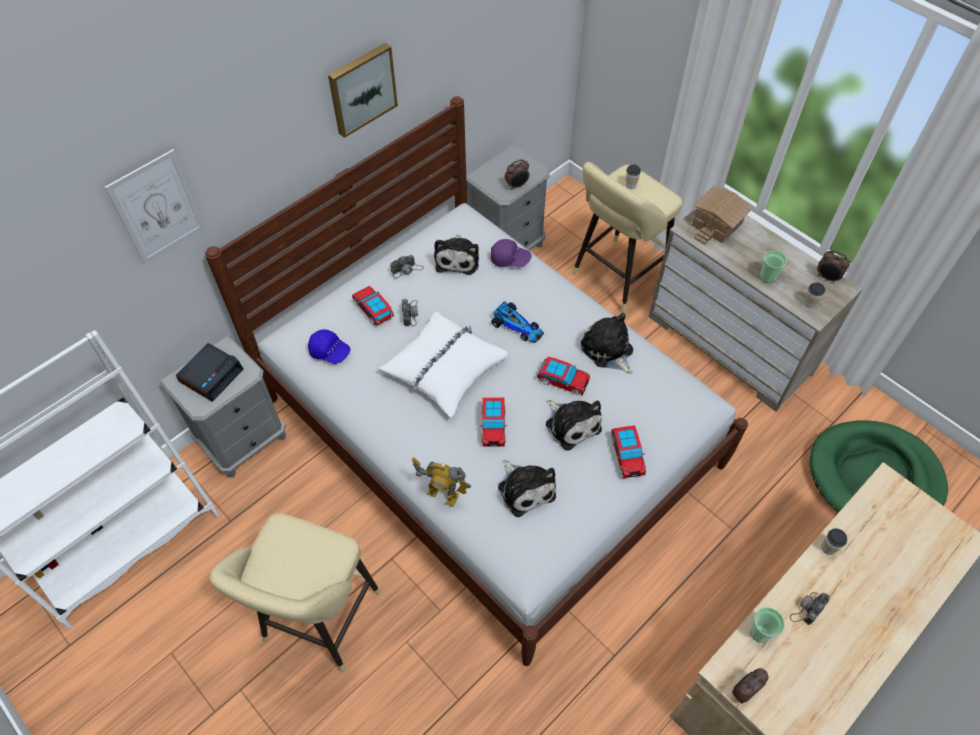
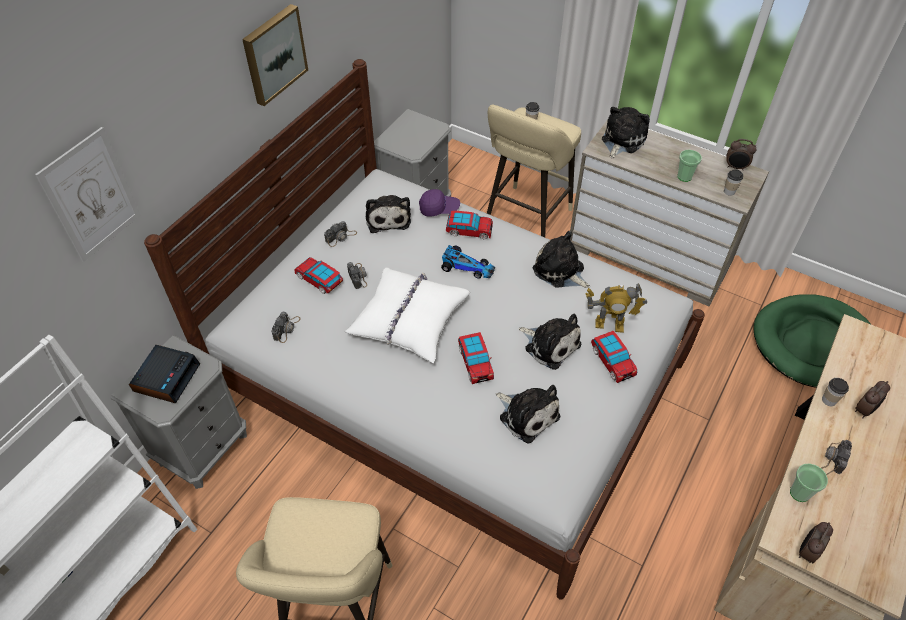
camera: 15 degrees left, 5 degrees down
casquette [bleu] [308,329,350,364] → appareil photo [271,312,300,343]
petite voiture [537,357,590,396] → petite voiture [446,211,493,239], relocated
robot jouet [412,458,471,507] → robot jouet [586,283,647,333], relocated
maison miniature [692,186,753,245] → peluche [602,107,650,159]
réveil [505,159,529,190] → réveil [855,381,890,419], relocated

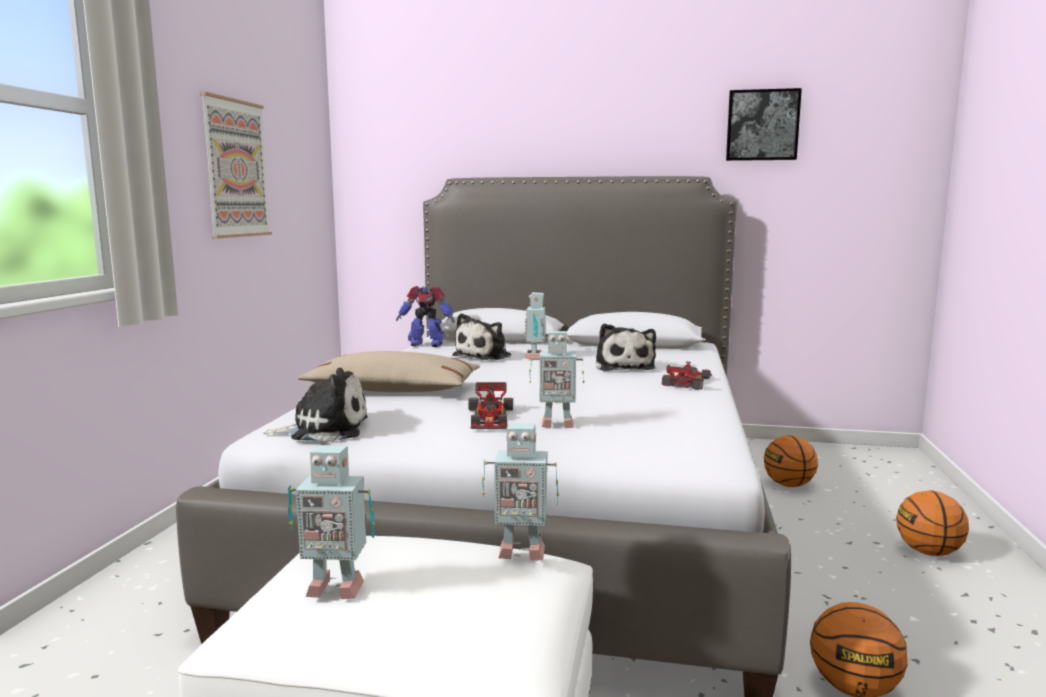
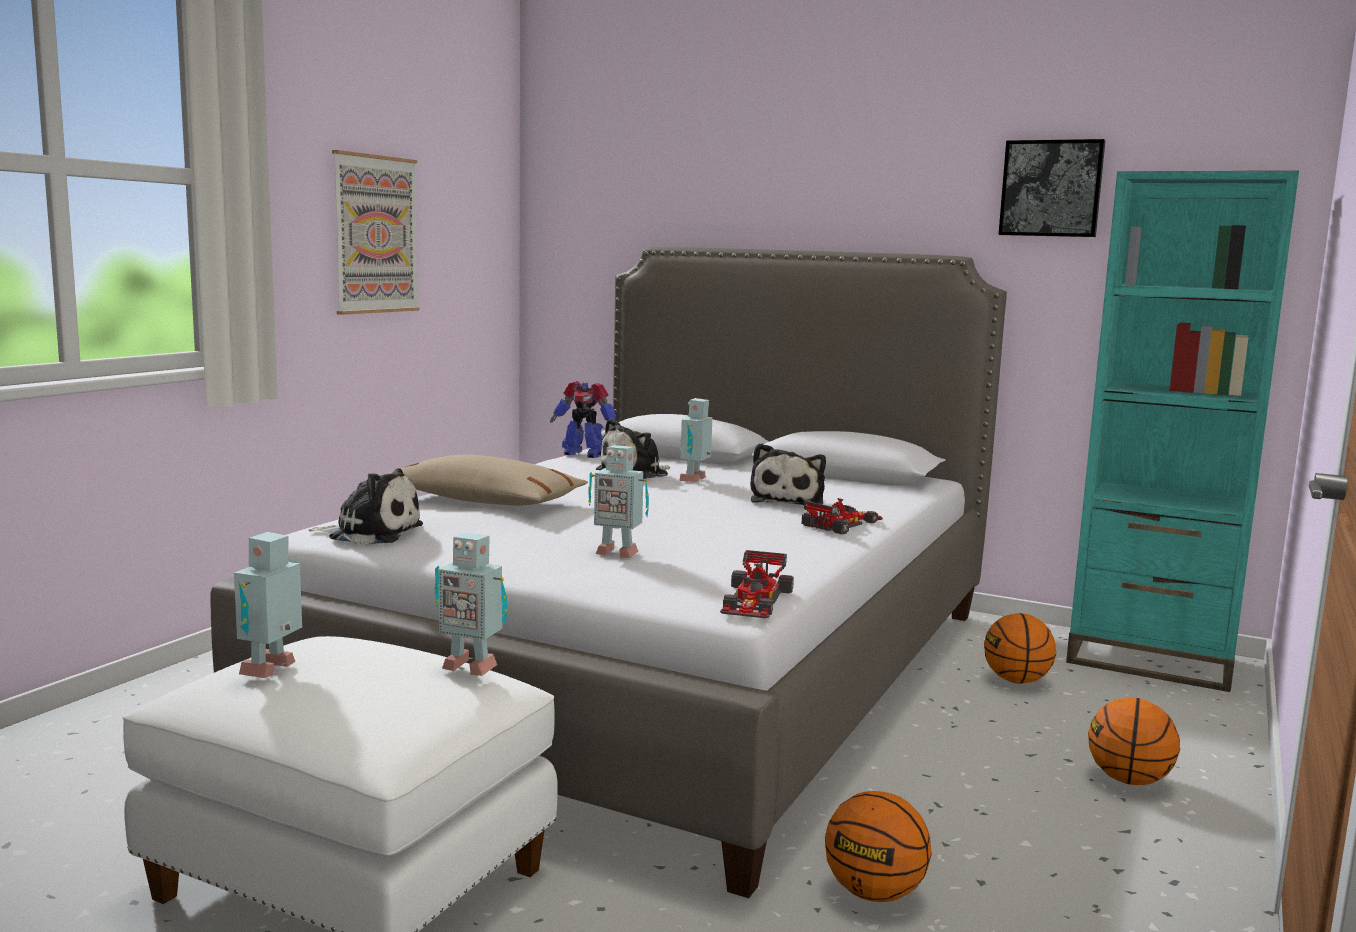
camera: 15 degrees right, 0 degrees up
robot jouet [288,445,375,599] → robot jouet [234,532,302,678], 90 degrees clockwise
petite voiture [468,382,513,429] → petite voiture [720,550,794,619], relocated
- → bibliothèque [turquoise] [1066,171,1299,692]

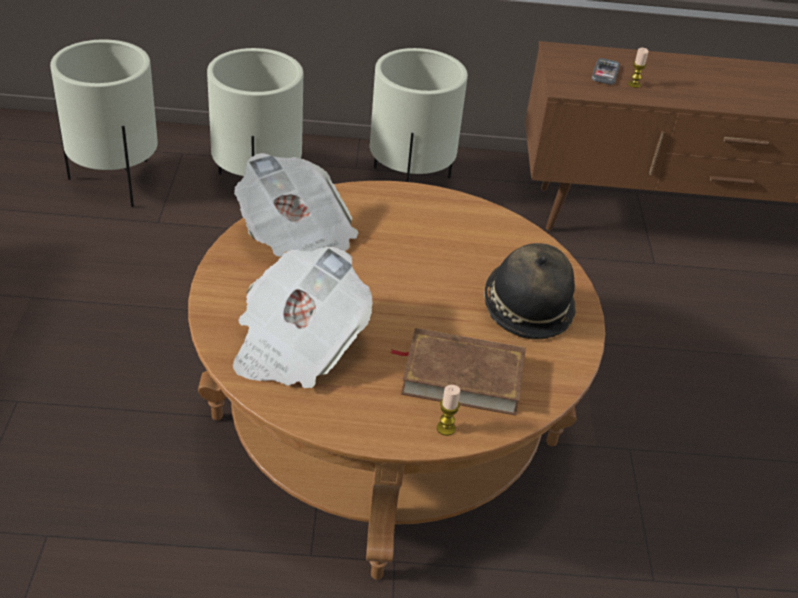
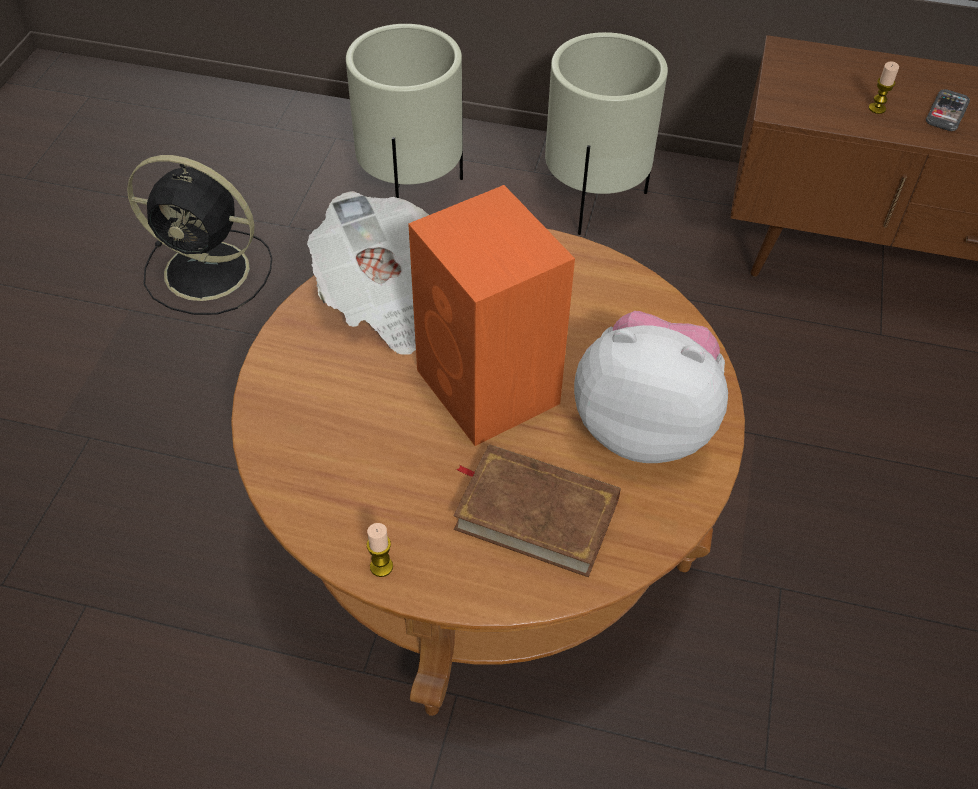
camera: 15 degrees right, 10 degrees up
- → ventilateur [noir] [127,155,272,315]
bougie [437,385,460,436] → bougie [367,523,393,577], relocated
- → enceinte [orange] [408,185,575,446]
chapeau [484,243,576,340] → peluche [574,311,728,463]
téléphone [592,58,620,85] → téléphone [926,89,970,131], relocated
cache-pot [beige] [50,39,158,207] → -
journal [233,247,372,388] → -

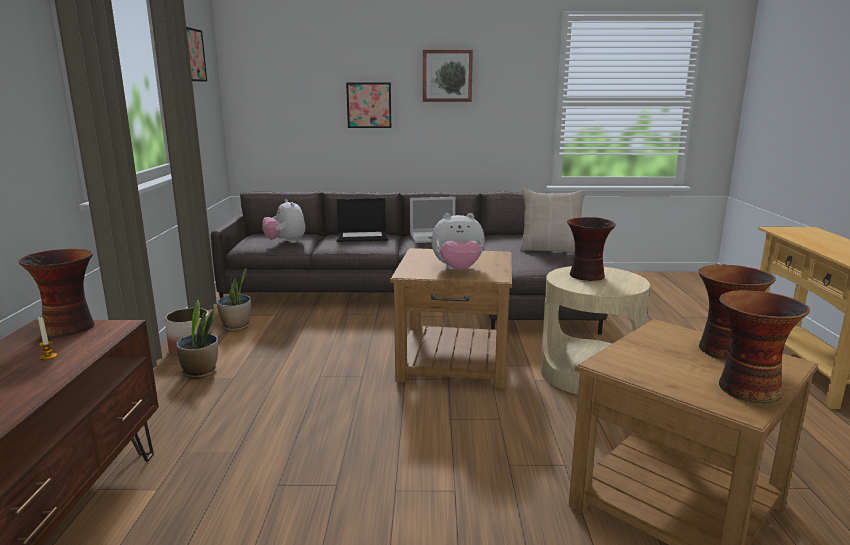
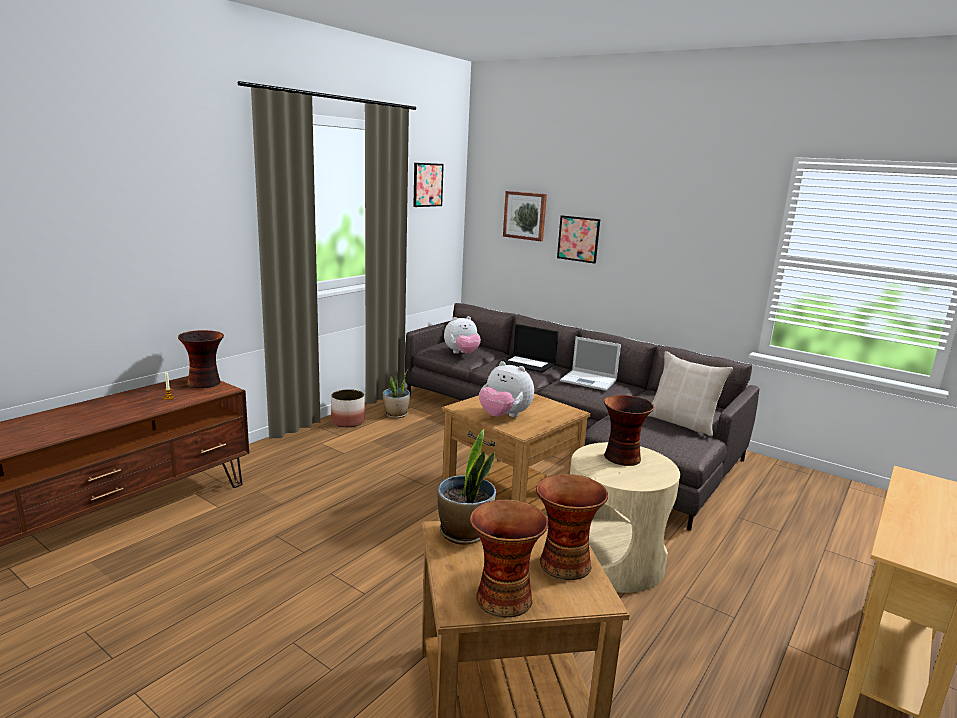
camera: 35 degrees right, 0 degrees up
plante en pot [176,300,218,379] → plante en pot [438,429,496,545], relocated
peluche [262,199,305,243] → peluche [444,316,481,354], 120 degrees counterclockwise
tableau [423,50,473,102] → tableau [503,191,547,241], relocated

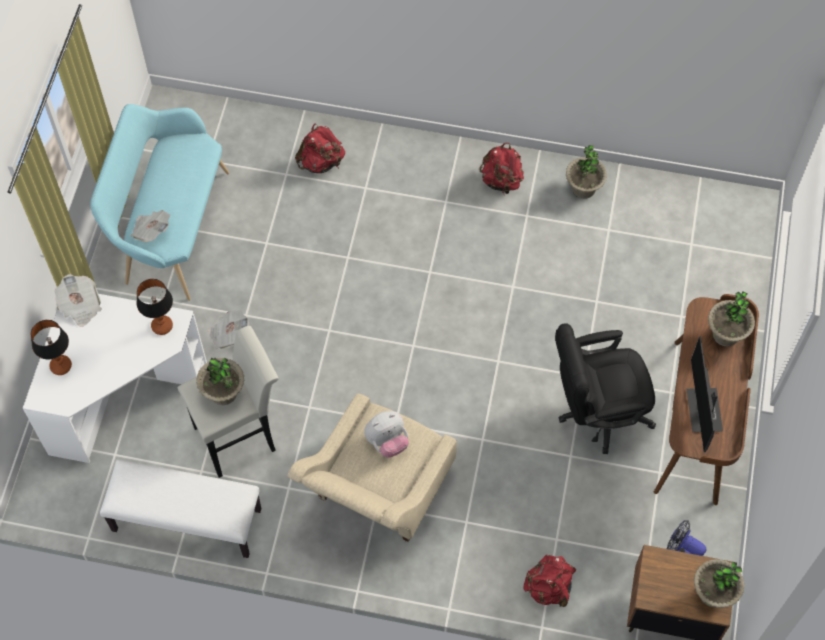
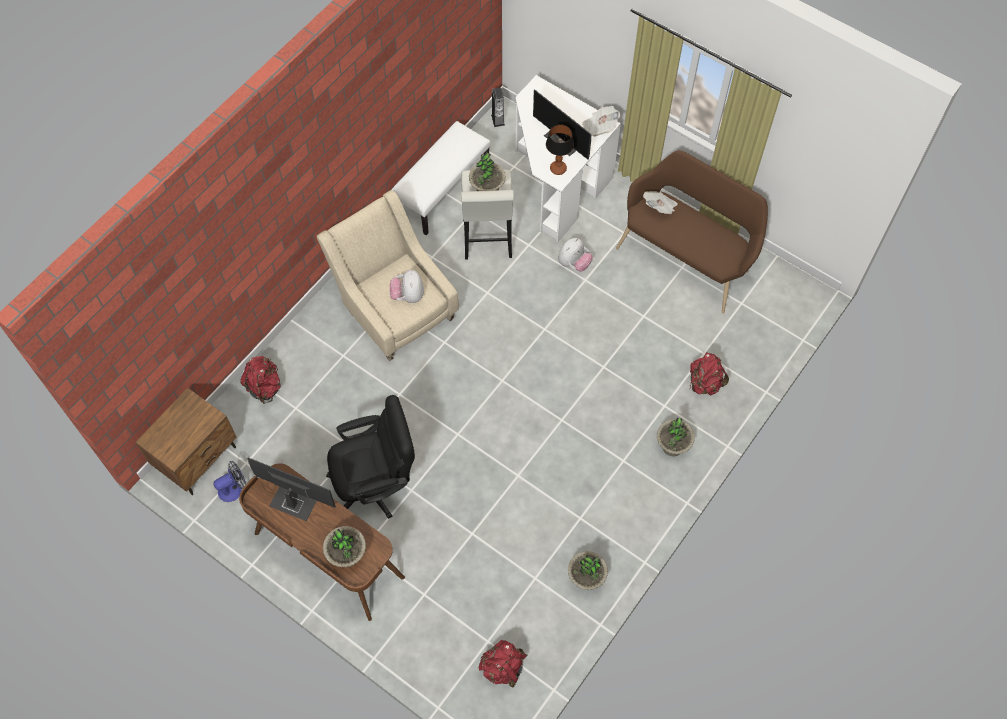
camera: 115 degrees right, 0 degrees up
chaise de bureau [noir] [555,323,656,454] → chaise de bureau [noir] [326,395,415,519], 60 degrees clockwise
sac à dos [rouge] [479,143,524,194] → sac à dos [rouge] [479,640,527,687], relocated
- → enceinte [491,88,505,127]
- → écran d'ordinateur [533,89,591,160]
journal [208,310,249,349] → peluche [558,238,593,272]
banc [turquoise] [90,104,229,301] → banc [marron] [616,150,768,314]
plante en pot [694,559,744,608] → plante en pot [657,418,695,456], relocated
lampe de table [31,320,72,375] → -

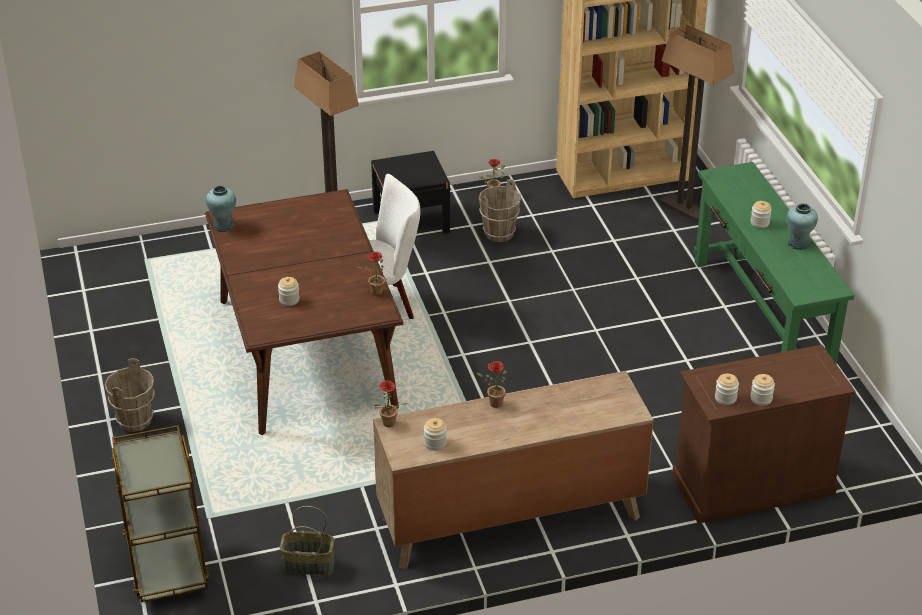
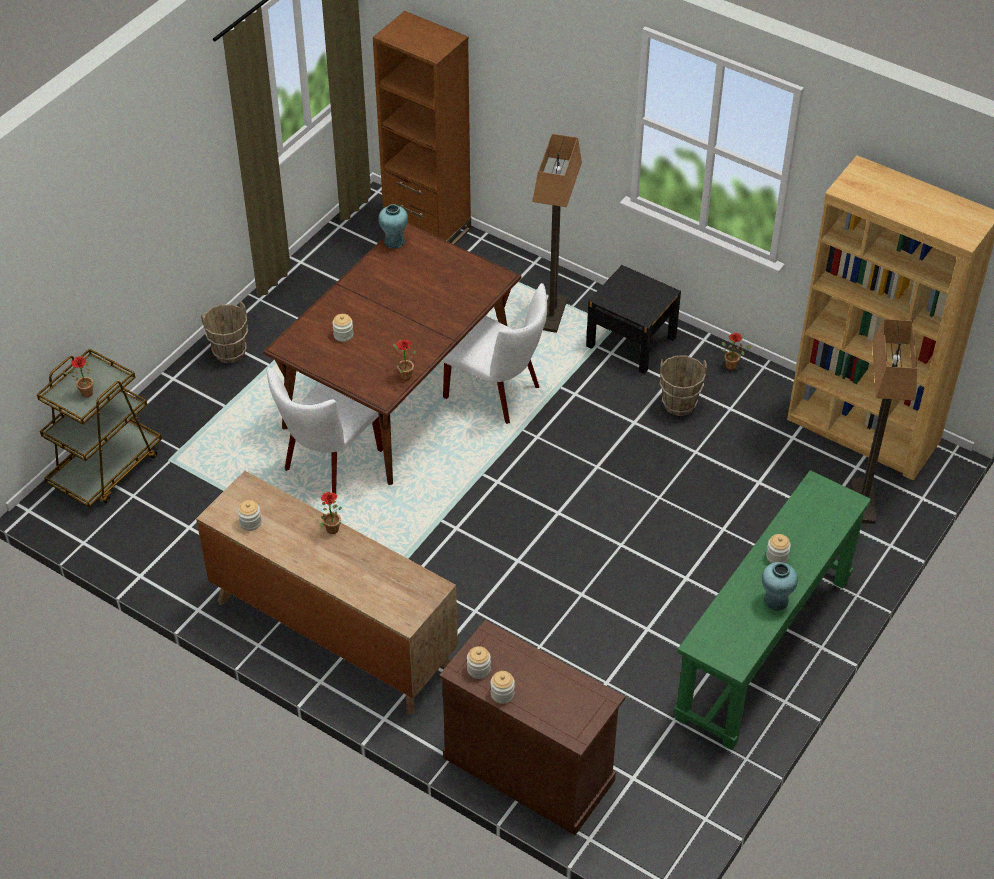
camera: 50 degrees right, 10 degrees up
plante en pot [374,380,407,427] → plante en pot [62,356,94,397], relocated
- → chaise [blanc] [267,367,383,494]
- → bibliothèque [marron] [373,11,471,245]
panier [280,506,334,575] → -

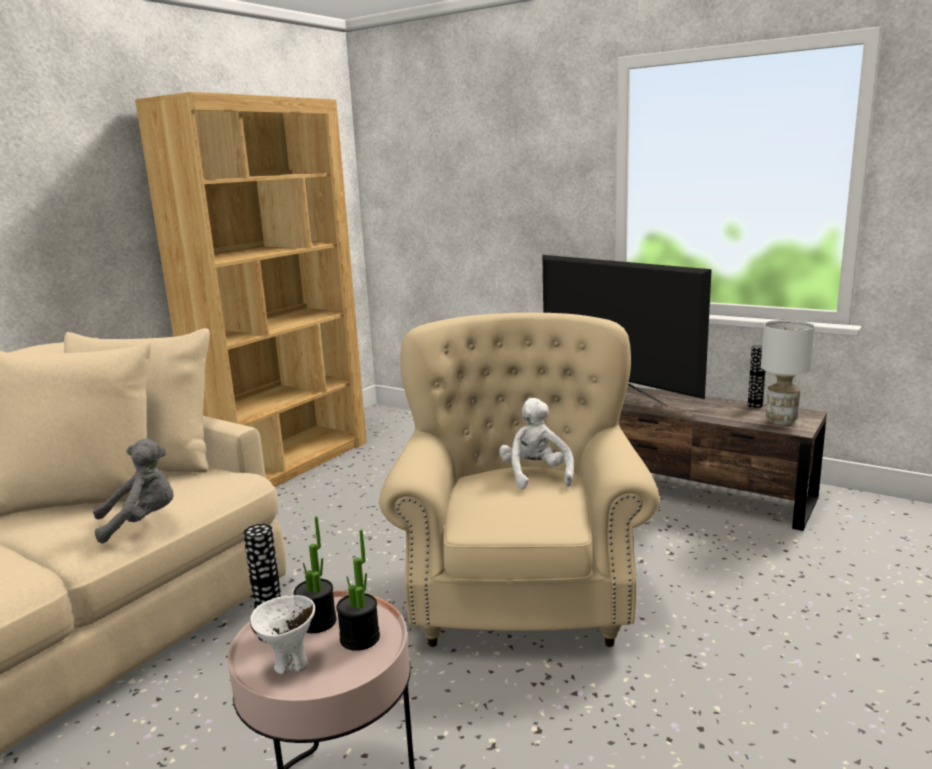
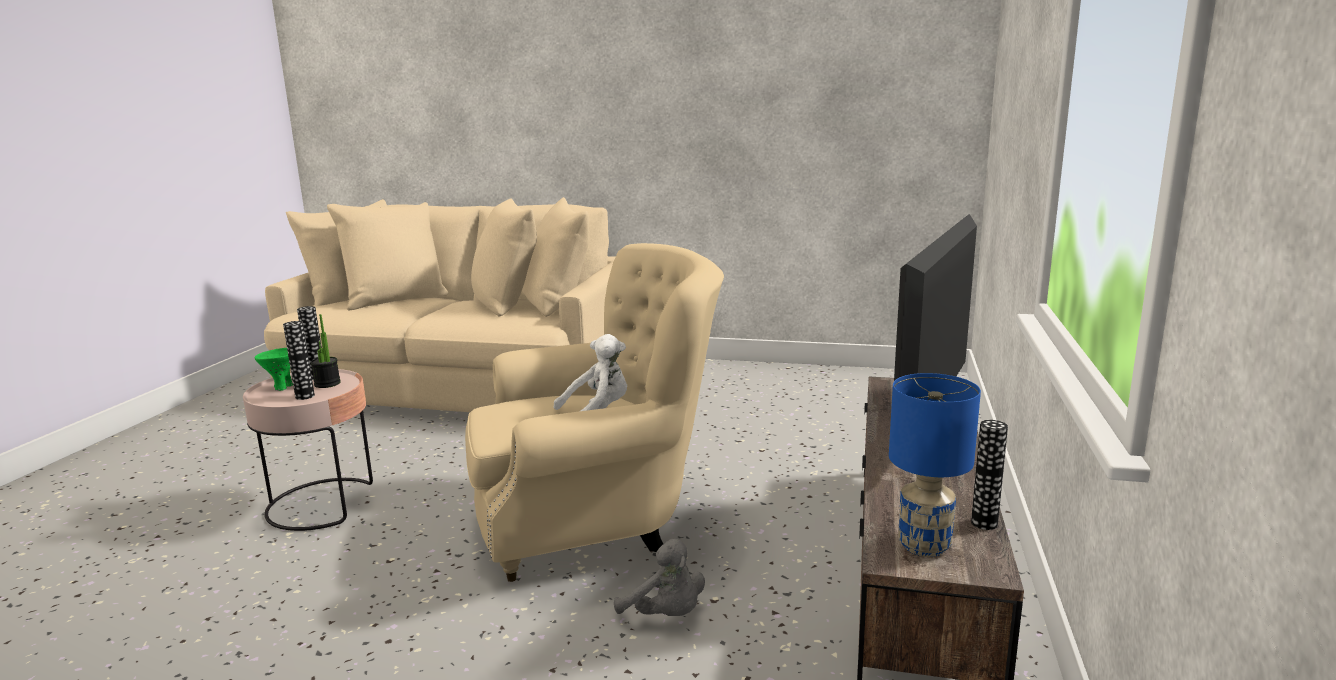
camera: 70 degrees right, 0 degrees up
bol [blanc] [250,595,315,674] → bol [vert] [255,348,293,391]
plante en pot [336,530,380,651] → vase [283,321,315,400]
peluche [gris] [93,439,174,544] → peluche [gris] [614,539,705,616], relocated
lampe de table [blanc] [761,320,815,425] → lampe de table [bleu] [889,373,981,557]
bibliothèque [marron] [135,92,367,487] → -

